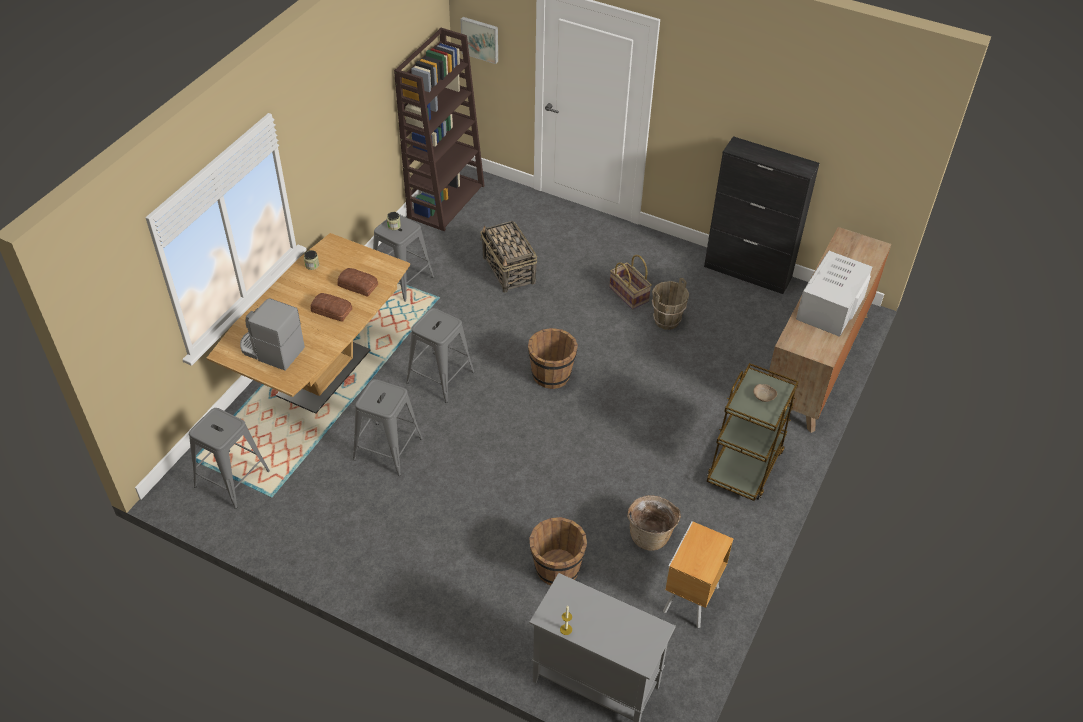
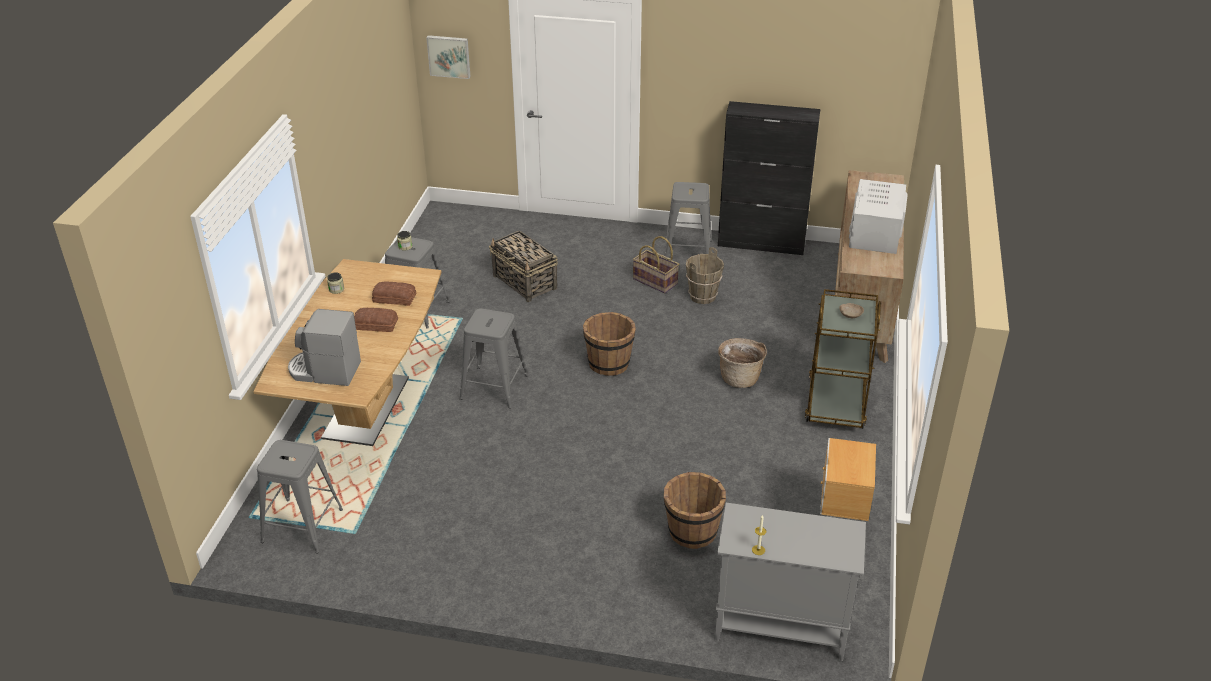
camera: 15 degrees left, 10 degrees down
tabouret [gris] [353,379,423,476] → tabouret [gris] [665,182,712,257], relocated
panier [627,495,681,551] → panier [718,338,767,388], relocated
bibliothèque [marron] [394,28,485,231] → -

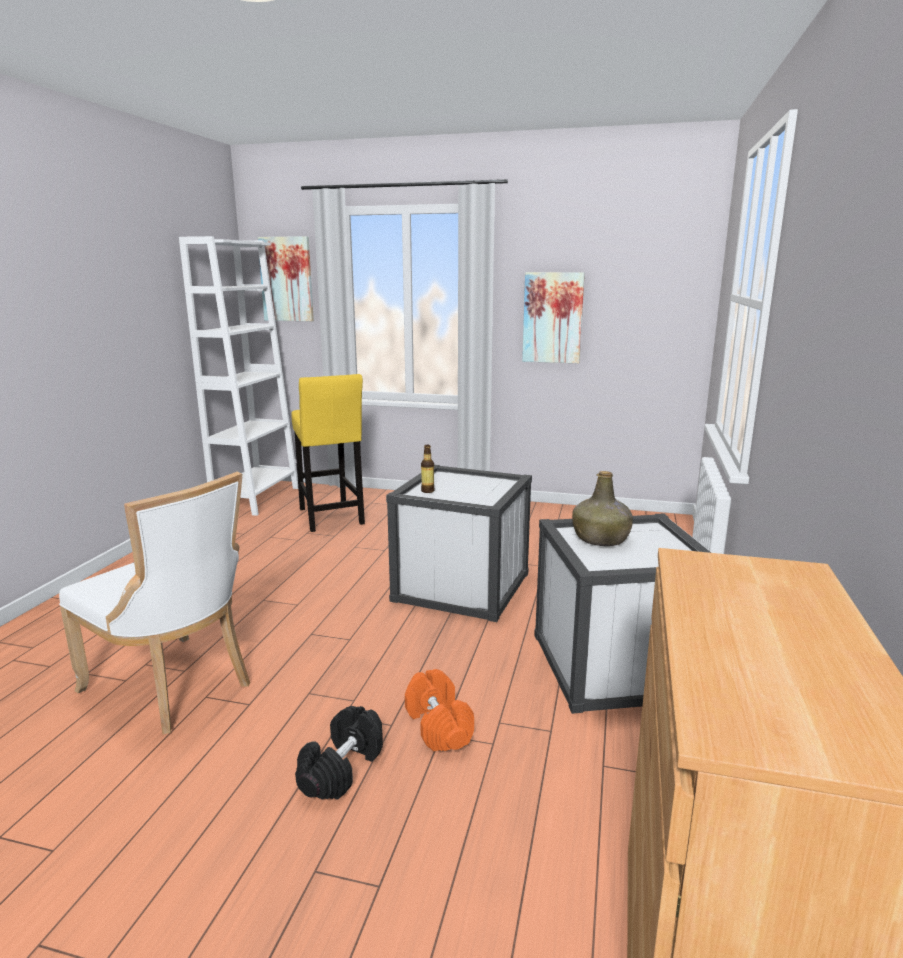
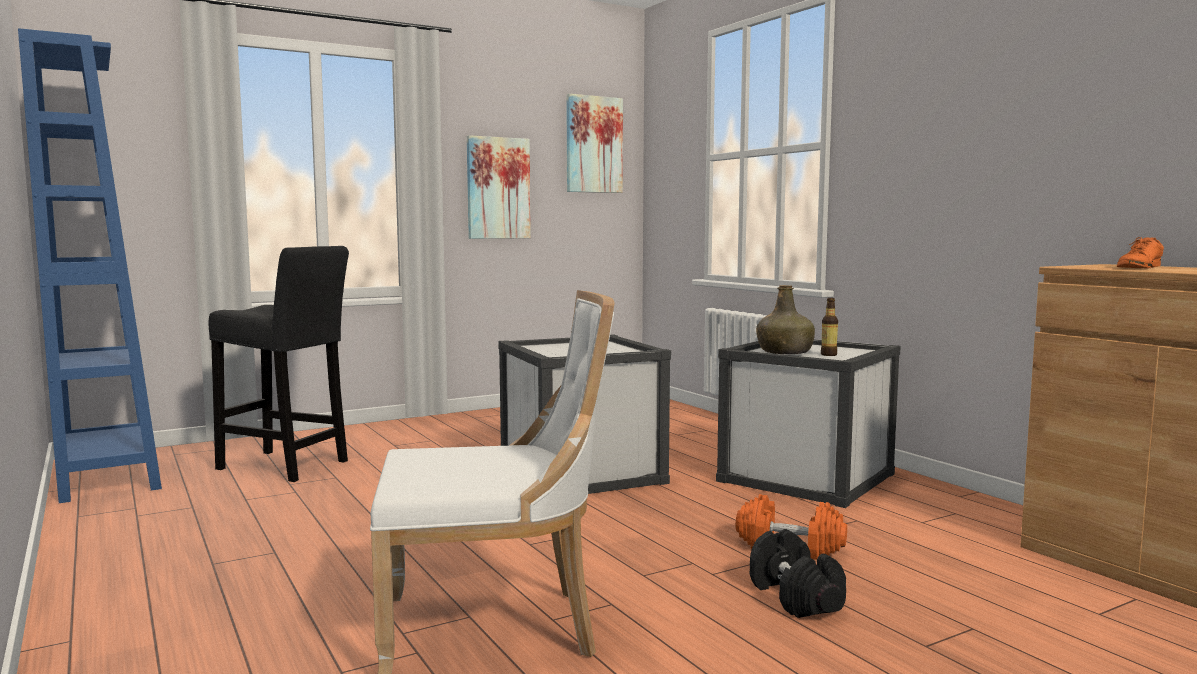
camera: 45 degrees left, 10 degrees down
bibliothèque [blanc] [179,236,298,516] → bibliothèque [bleu] [18,28,162,503]
tabouret [jaune] [291,374,365,532] → tabouret [noir] [209,246,349,482]
tableau [257,236,314,321] → tableau [566,94,623,193], relocated
bouteille [421,445,435,493] → bouteille [821,298,838,356], relocated
- → chaussure [orange] [1117,237,1164,268]

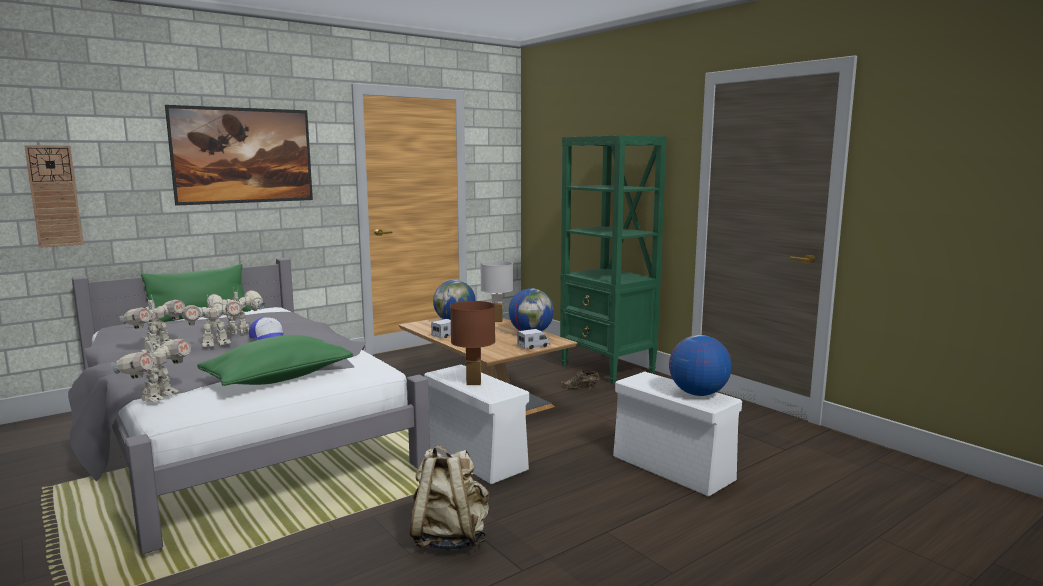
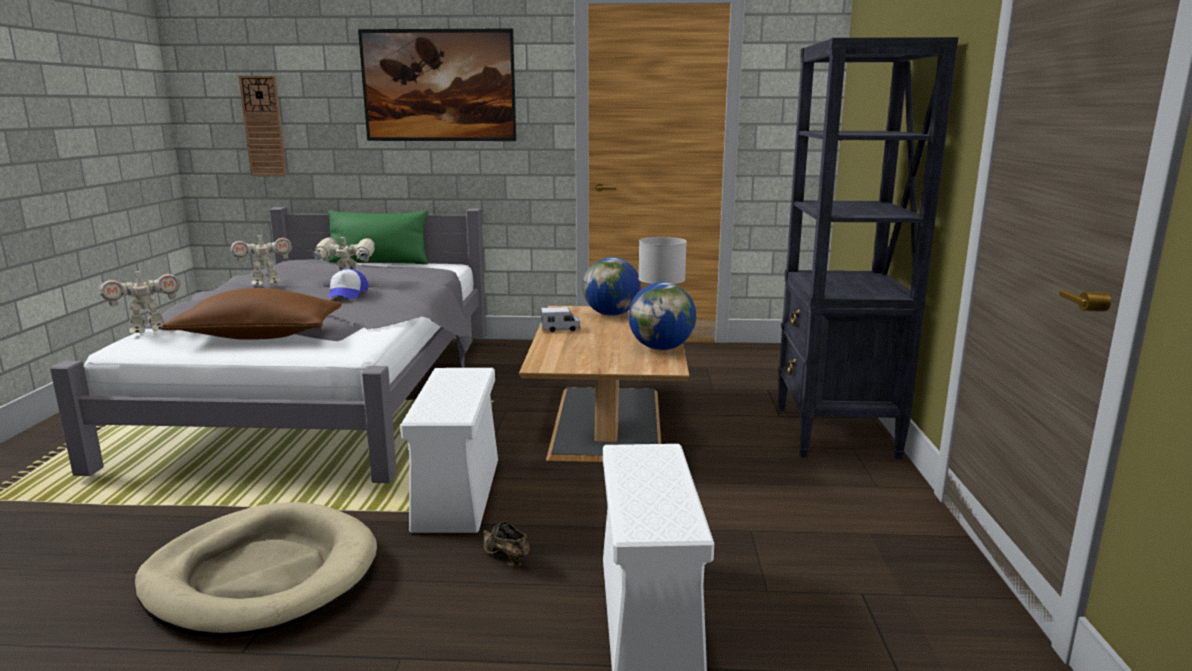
camera: 40 degrees right, 5 degrees up
sac à dos [beige] [410,445,490,551] → panier pour chien [beige] [134,502,377,638]
coussin [vert] [197,335,353,386] → coussin [marron] [162,288,342,340]
chaussure [marron] [560,370,600,390] → chaussure [marron] [483,521,530,568], relocated
bibliothèque [vert] [560,135,667,384] → bibliothèque [noir] [778,37,958,460]
robot jouet [181,295,243,347] → -
lampe de table [marron] [450,301,495,385] → -
camion jouet [518,329,550,349] → -
globe [669,335,732,396] → -

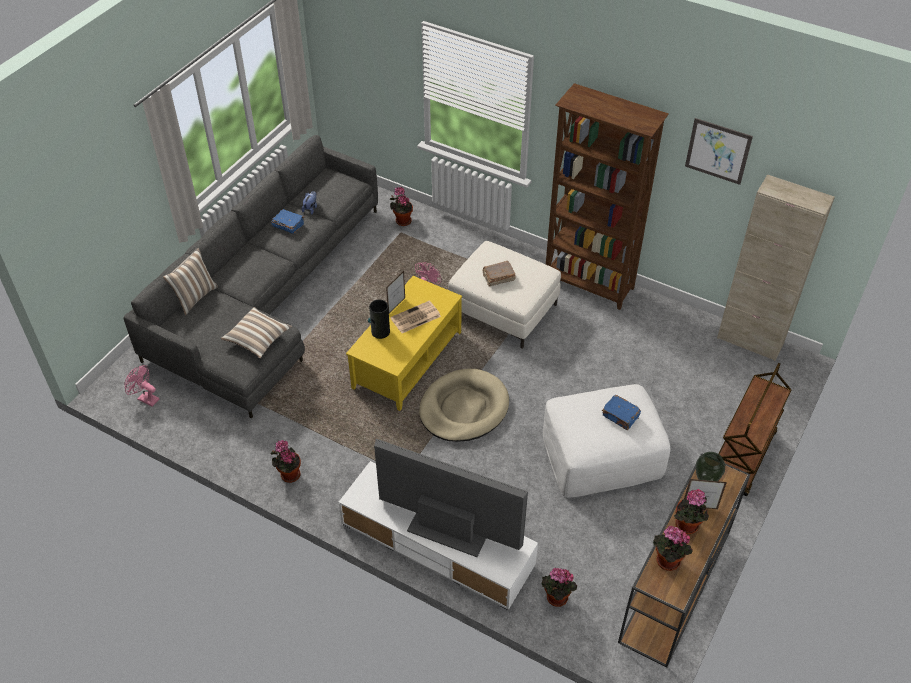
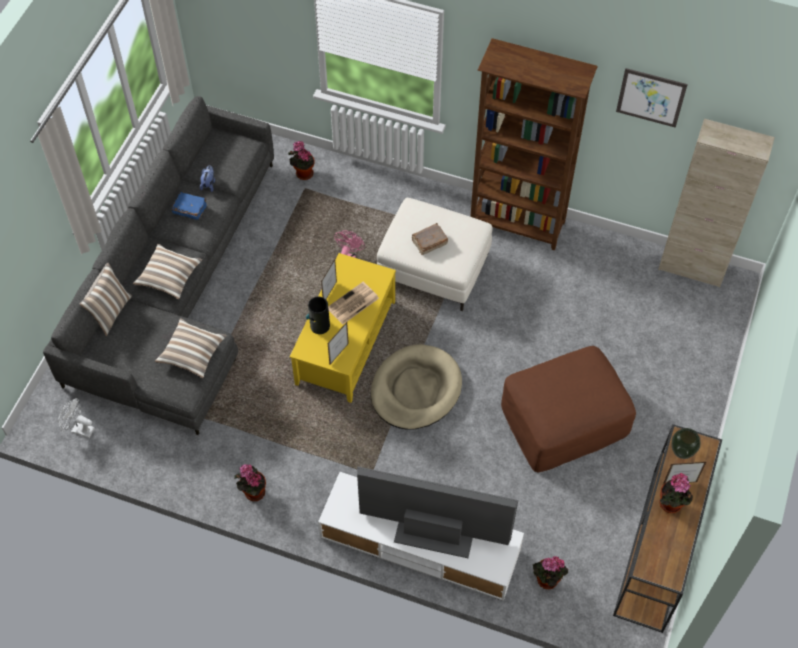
camera: 10 degrees left, 10 degrees up
ventilateur [rose] [125,365,159,407] → ventilateur [blanc] [58,398,95,438]
- → coussin [133,244,202,299]
- → cadre photo [328,322,349,365]
pouf [blanc] [543,384,670,498] → pouf [marron] [501,346,636,472]
livre [bleu] [602,395,641,430] → -
plante en pot [653,526,693,571] → -
chariot [marron] [718,363,792,496] → -

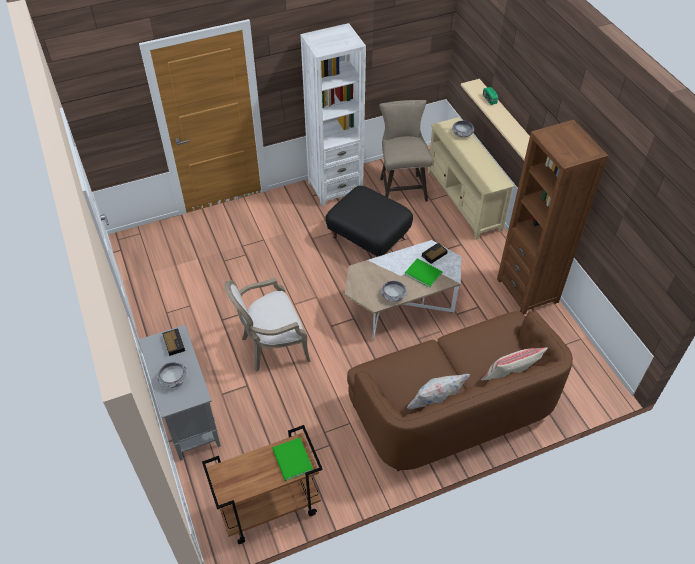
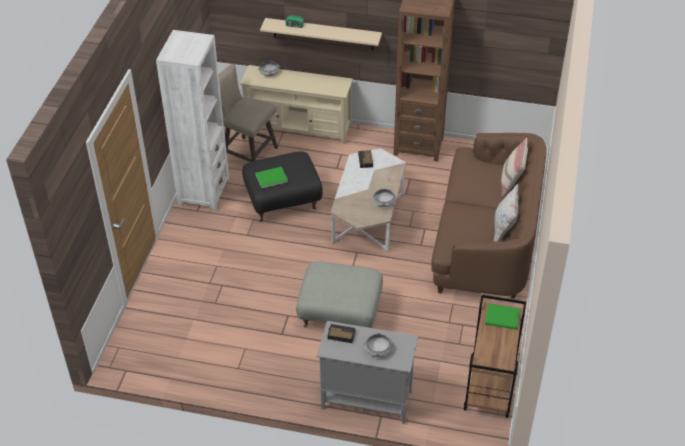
camera: 55 degrees left, 5 degrees down
livre [vert] [404,259,443,288] → livre [vert] [255,167,288,188], relocated
fauteuil [224,278,310,372] → pouf [gris] [296,261,383,328]

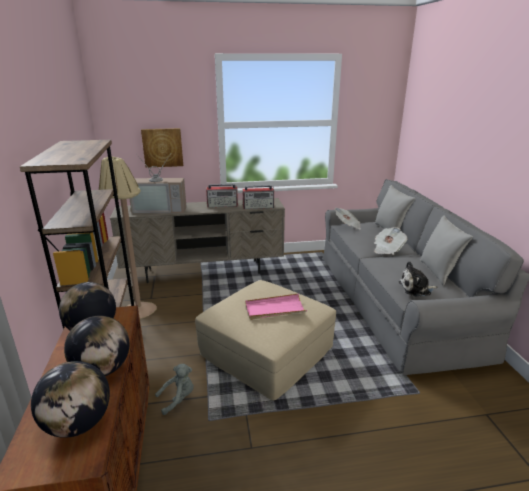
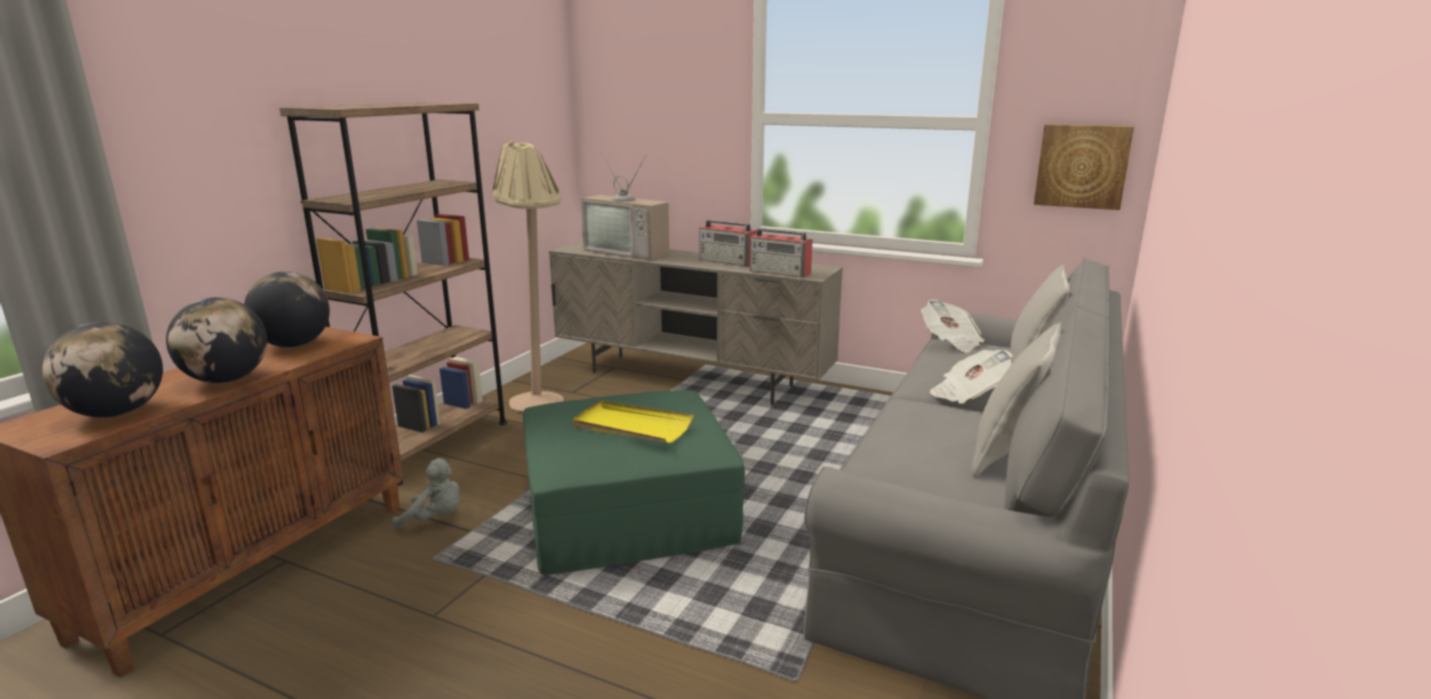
camera: 35 degrees right, 5 degrees down
pouf [beige] [195,280,336,400] → pouf [vert] [523,390,745,575]
plateau [rose] [245,293,307,320] → plateau [jaune] [572,401,694,443]
tableau [141,128,183,168] → tableau [1034,124,1134,210], relocated
peluche [399,262,438,296] → -

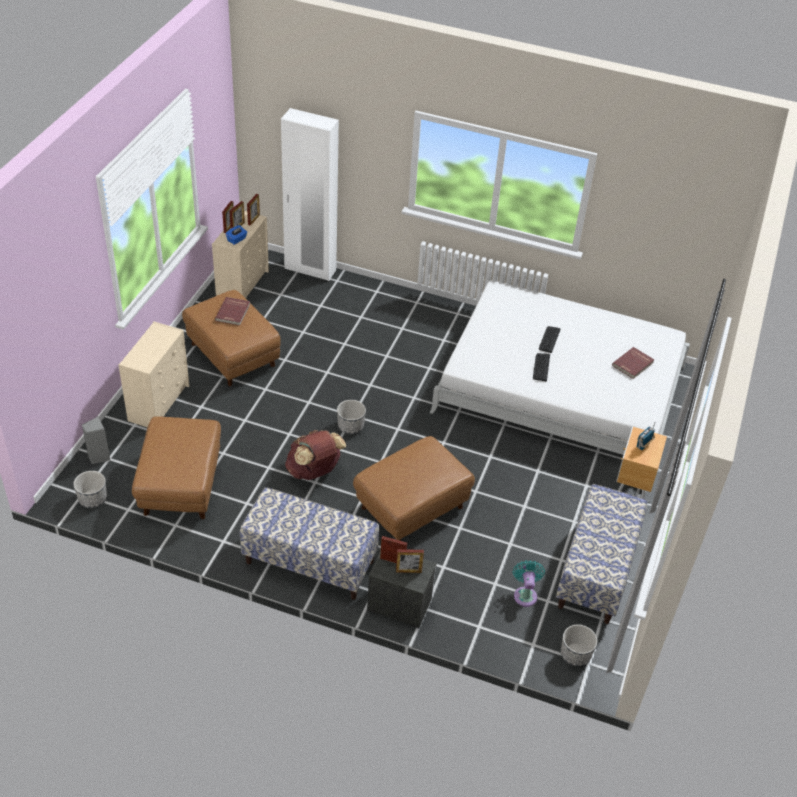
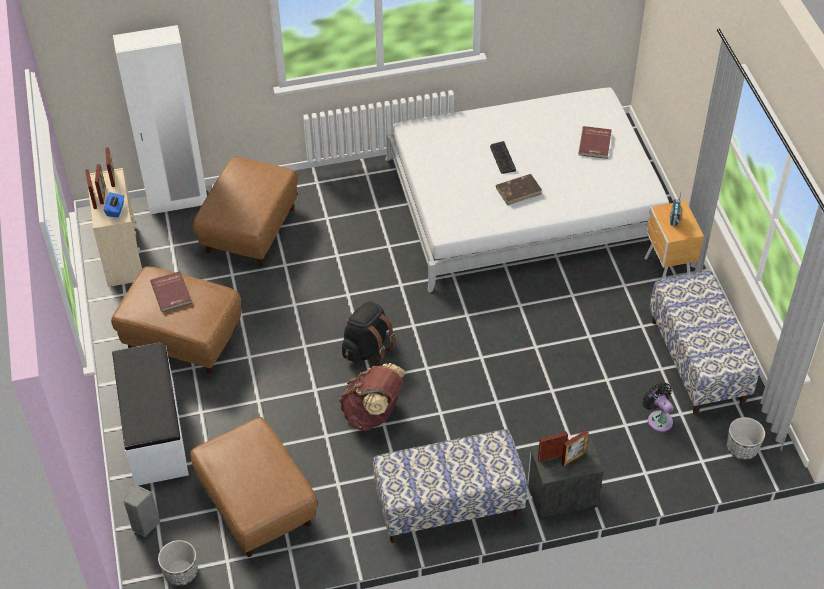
camera: 30 degrees left, 5 degrees up
commode [beige] [118,322,190,427] → banc [blanc] [112,342,189,486]
pouf [marron] [353,436,475,541] → pouf [marron] [193,156,298,266], relocated
cache-pot [337,400,366,434] → sac à dos [noir] [342,301,396,364]
clavier [533,353,550,381] → livre [marron] [496,174,542,205]
ventilateur [turquoise] [513,560,545,607] → ventilateur [noir] [642,383,673,432]

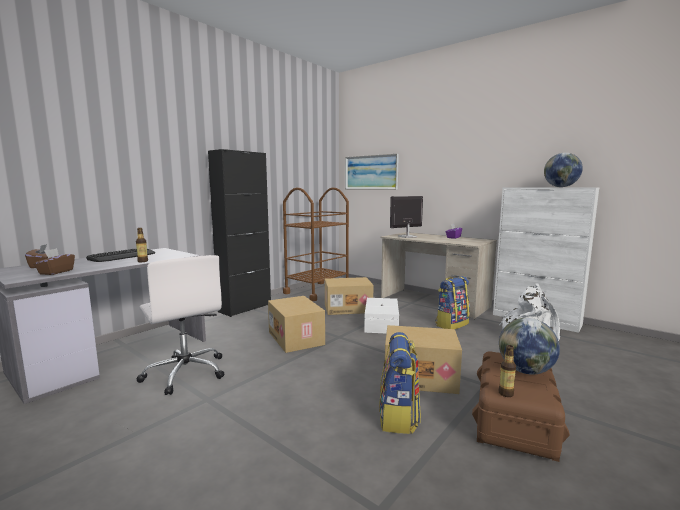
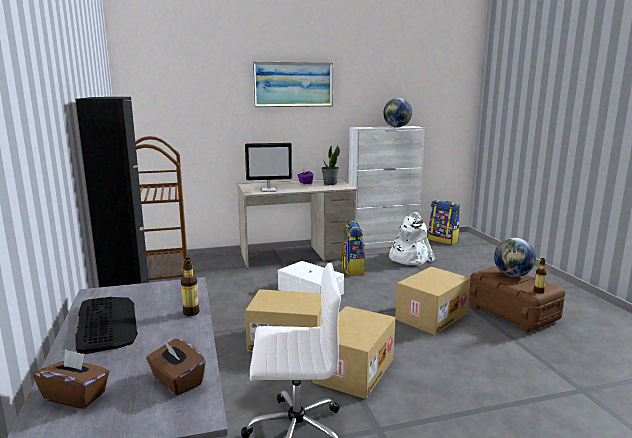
camera: 55 degrees left, 5 degrees up
écran d'ordinateur [390,196,423,238] → écran d'ordinateur [245,143,292,192], 105 degrees counterclockwise
tableau [345,154,399,190] → tableau [253,62,333,107], relocated
carton [325,277,373,315] → carton [312,306,395,399], relocated
- → plante en pot [321,145,340,185]
sac à dos [379,332,421,434] → sac à dos [428,200,460,245], relocated

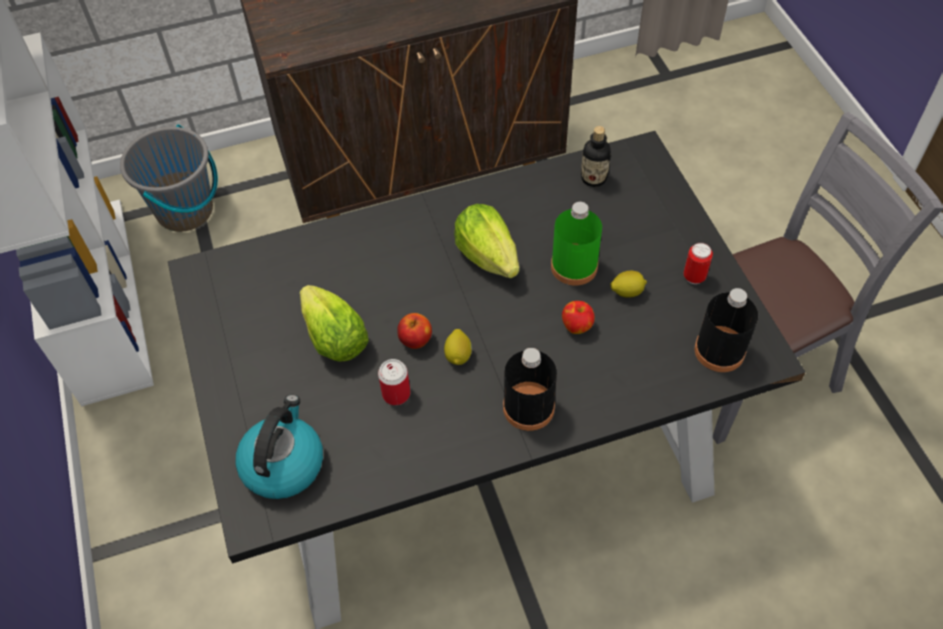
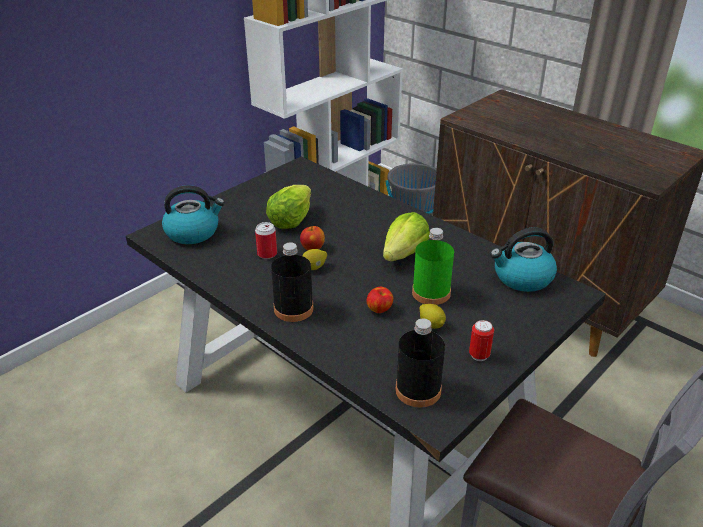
camera: 60 degrees right, 20 degrees down
bouteille [581,126,611,187] → bouilloire [490,227,557,292]

